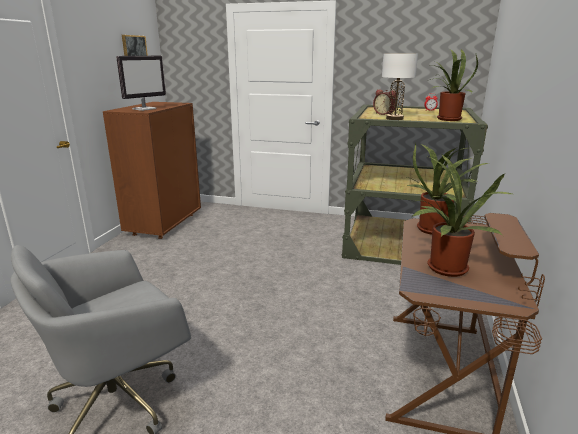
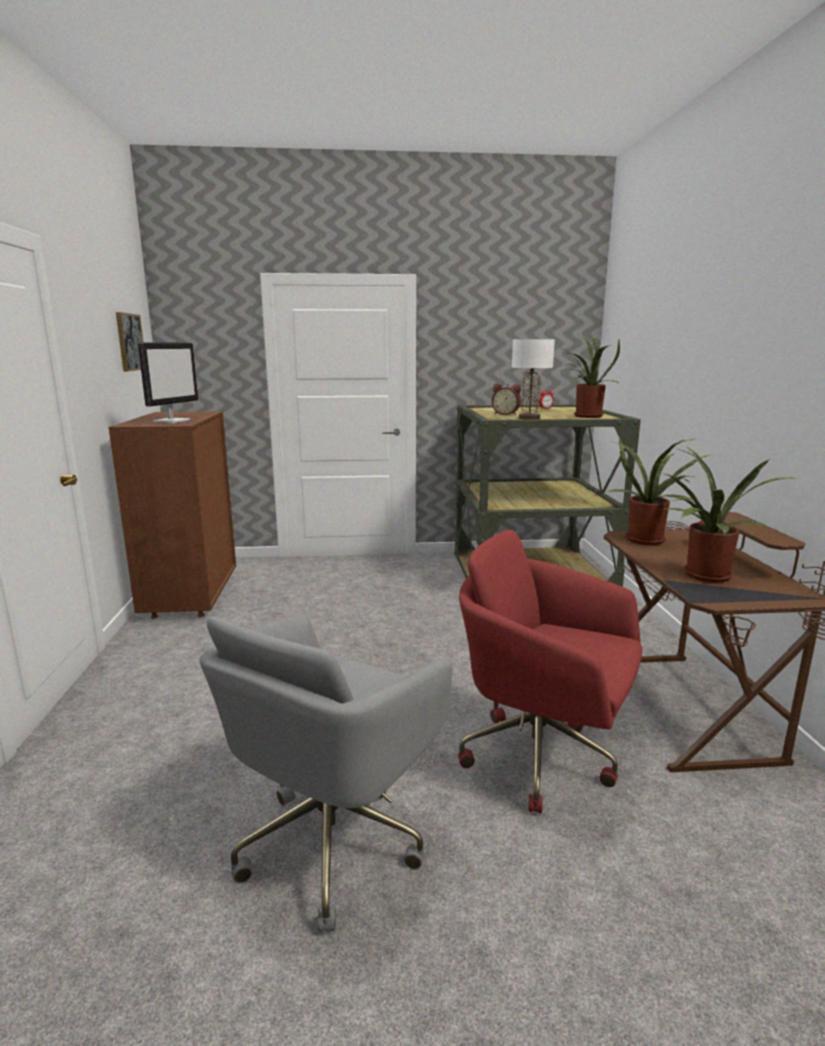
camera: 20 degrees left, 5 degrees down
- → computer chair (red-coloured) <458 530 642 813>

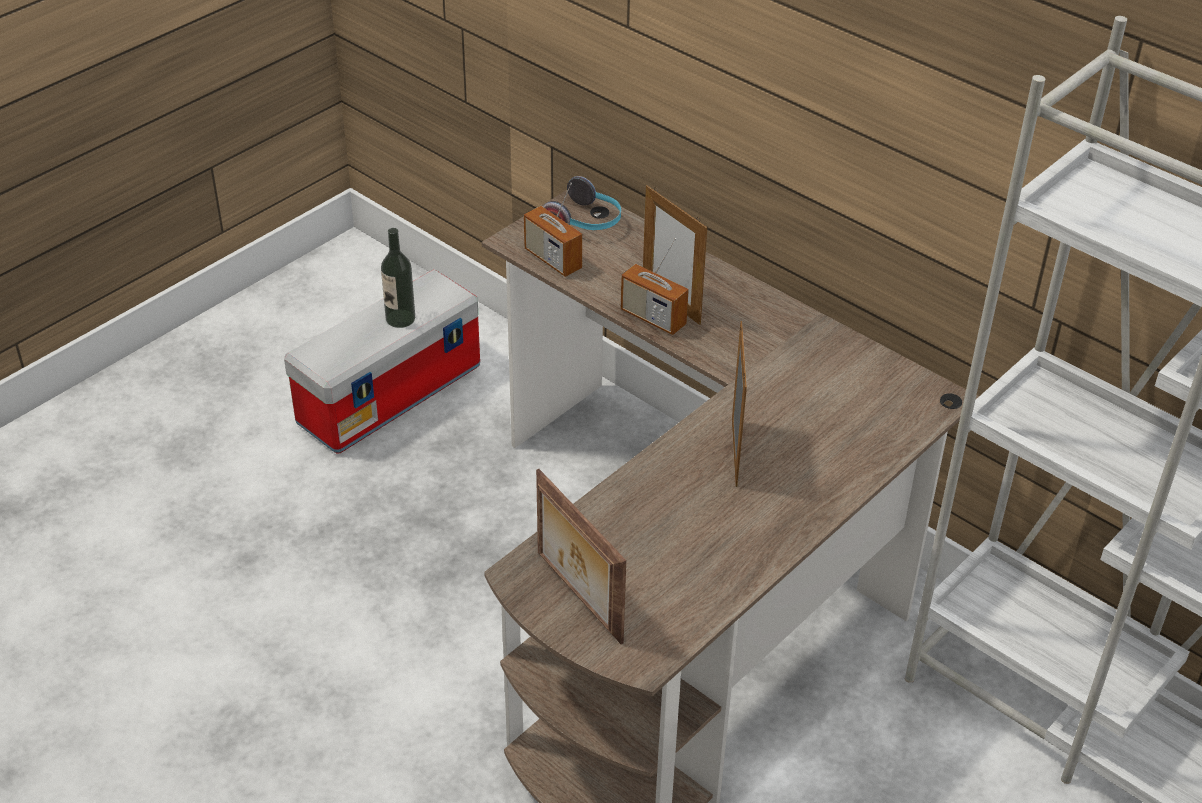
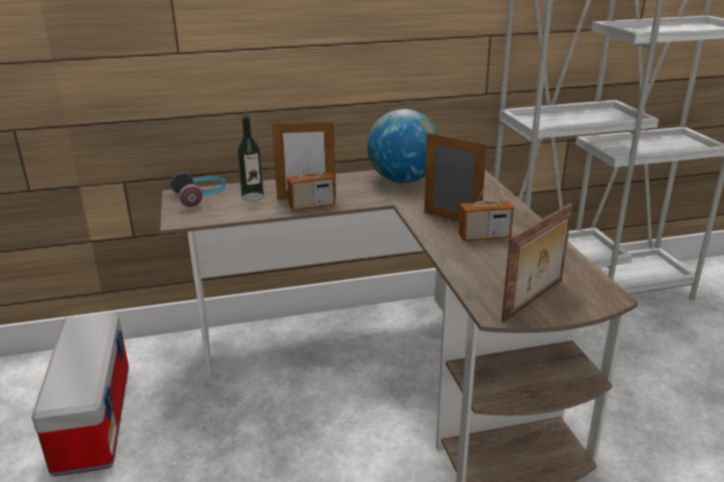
camera: 55 degrees left, 15 degrees down
beverage bottle <381 228 415 328> → beverage bottle <237 116 264 201>, moved
- → globe <367 109 439 183>
radio receiver <524 183 582 277> → radio receiver <459 165 514 241>, moved
standing frame <536 469 626 644> → standing frame <501 203 573 322>, 45 degrees counterclockwise

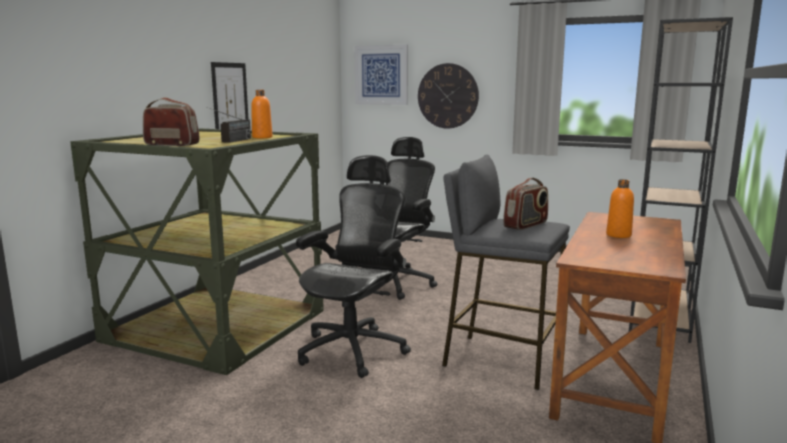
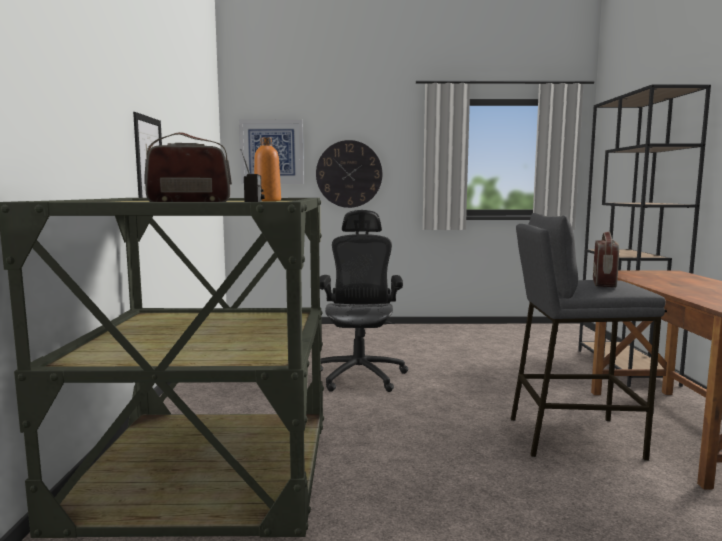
camera: 25 degrees left, 5 degrees down
computer chair <296 155 411 378> → -
beverage bottle (orange) <606 179 634 238> → -

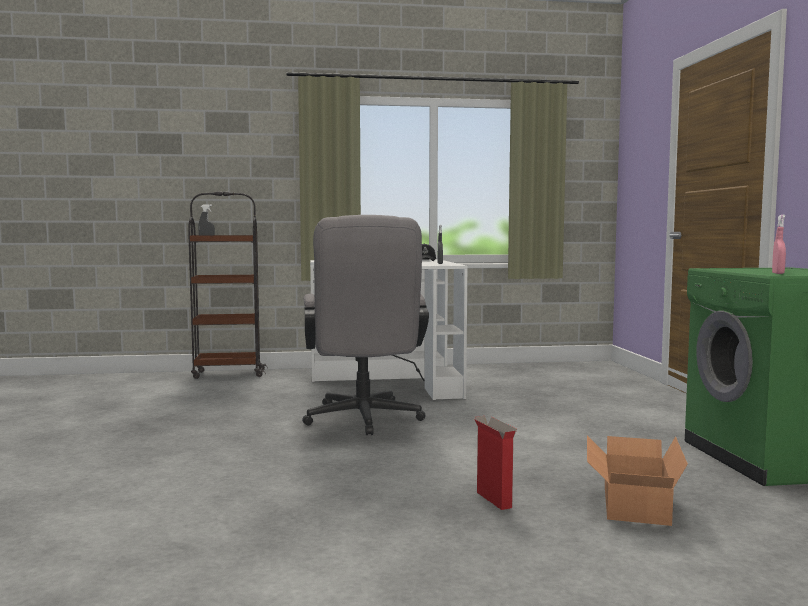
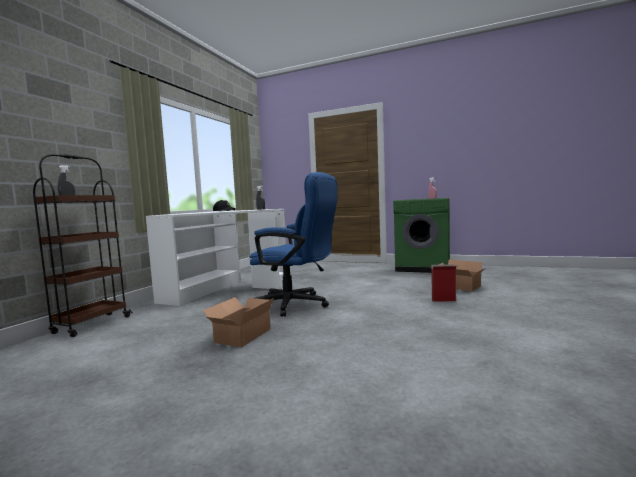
camera: 60 degrees left, 0 degrees up
- → packing box <203 297 274 348>
computer chair (grey) <302 215 429 435> → computer chair (blue) <249 172 337 317>

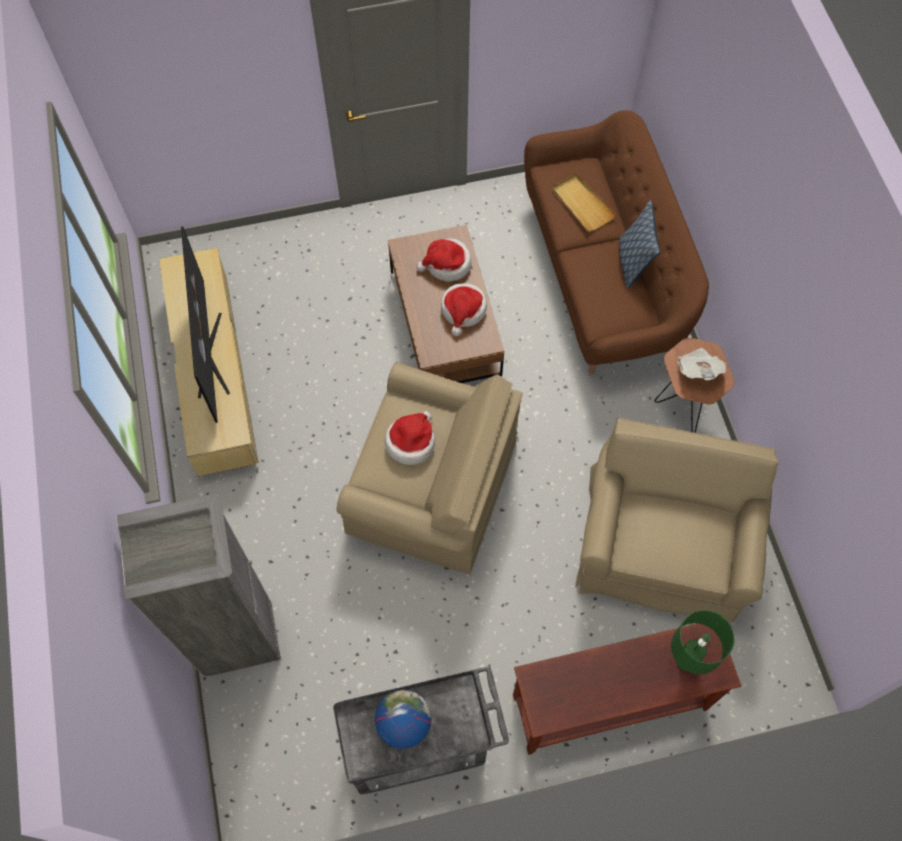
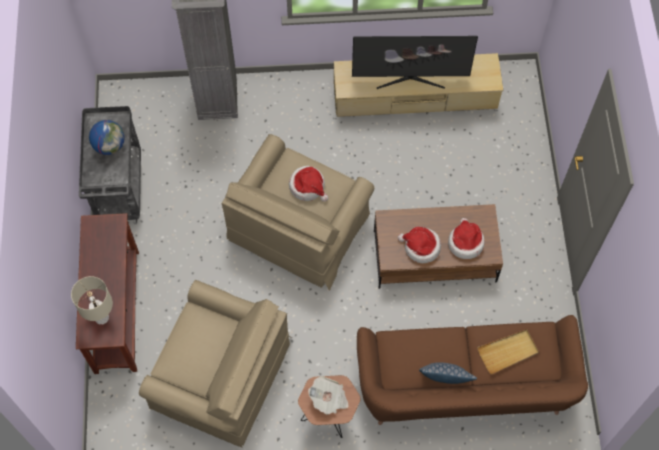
camera: 100 degrees right, 0 degrees up
table lamp (green-coloured) <671 610 735 674> → table lamp (beige) <71 276 113 324>

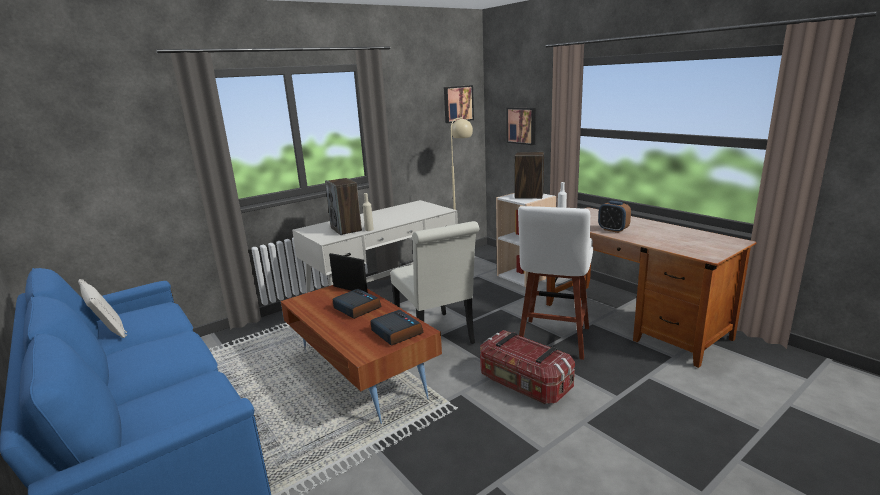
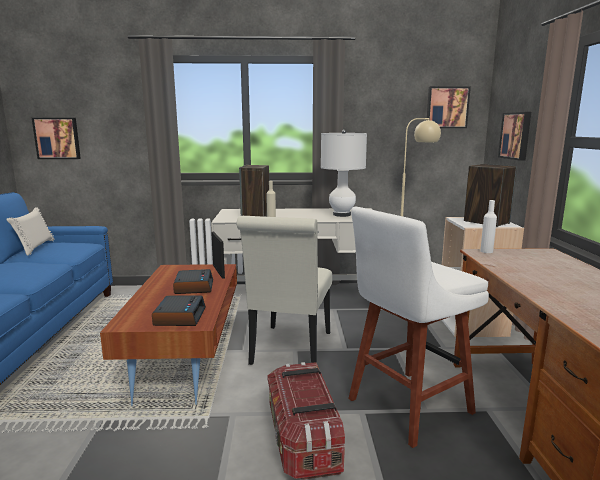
camera: 35 degrees right, 5 degrees down
- → wall picture <32 118 81 159>
- → table lamp (white-coloured) <321 130 367 217>
alarm clock <598 201 631 233> → -

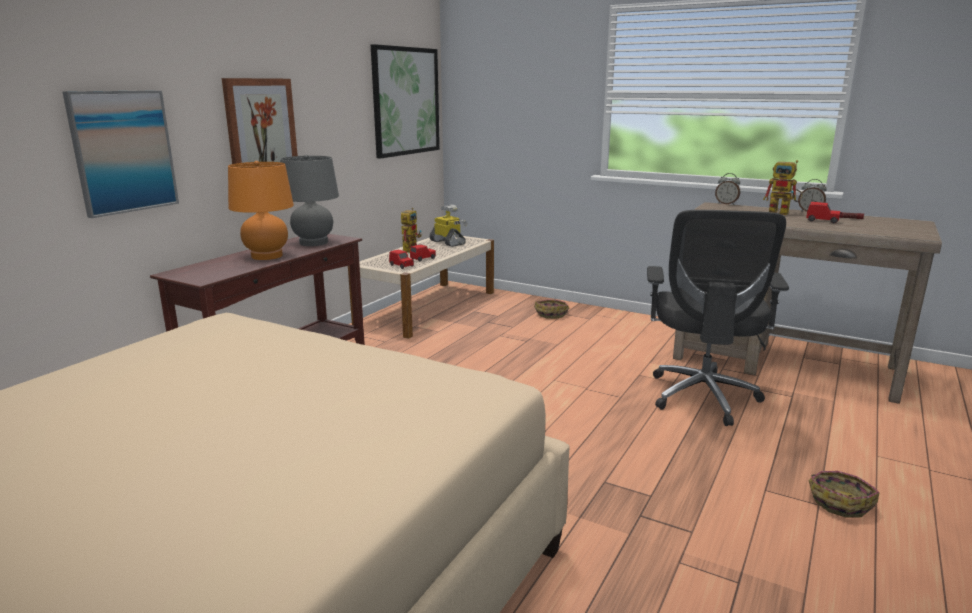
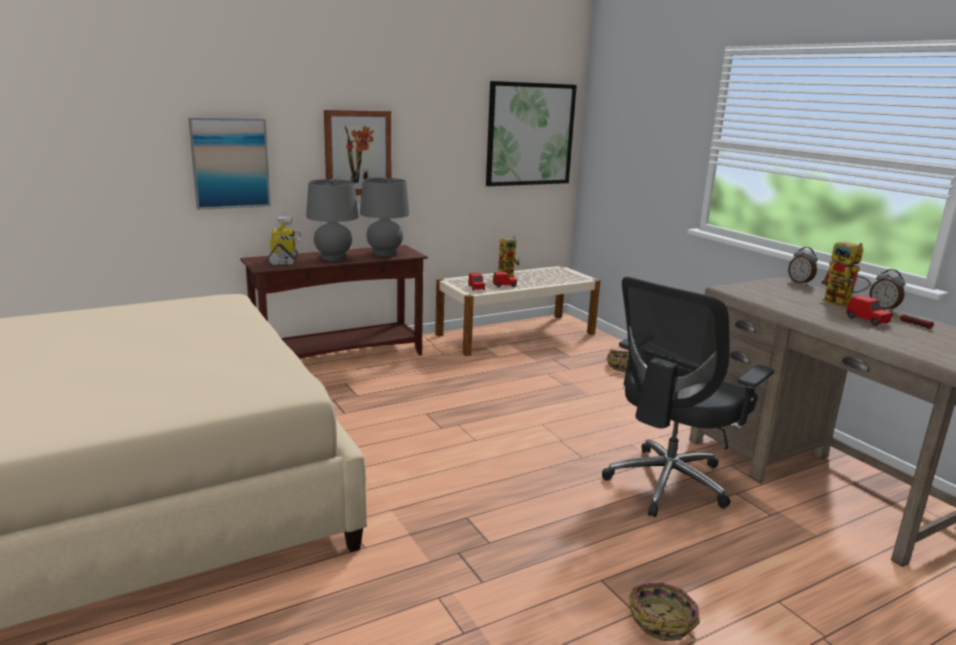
camera: 30 degrees right, 0 degrees up
toy robot <429 204 467 247> → toy robot <268 215 302 266>, moved
table lamp (orange) <228 161 294 260> → table lamp (grey) <306 179 359 261>

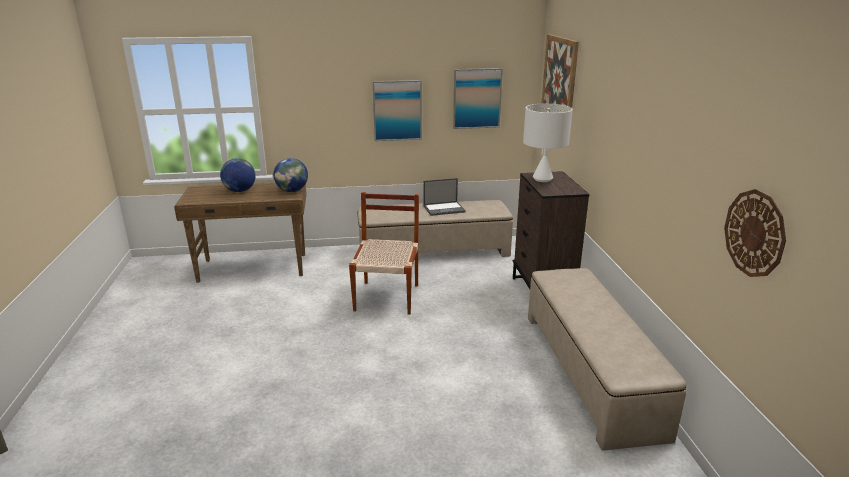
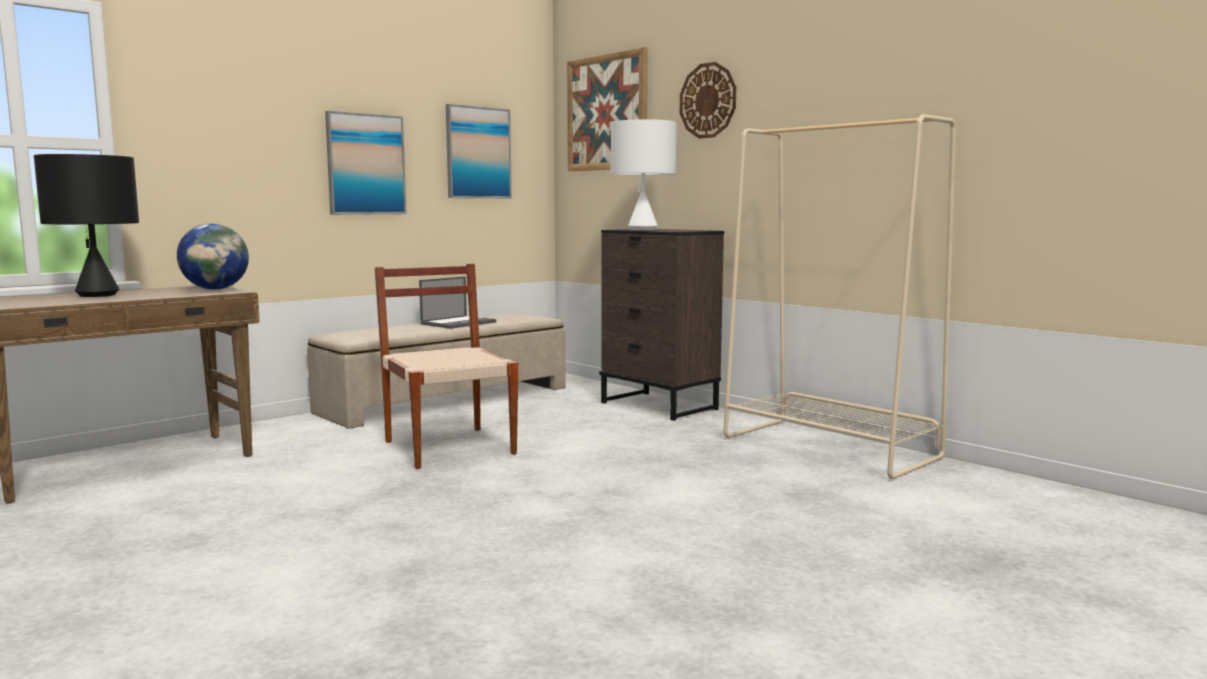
camera: 35 degrees left, 15 degrees down
globe <220 158 256 192> → table lamp (black-coloured) <34 154 139 297>
clock on the wall <724 189 786 277> → clock on the wall <680 62 736 139>, moved
indoor bench (beige) <528 268 687 451> → garment stand (beige) <723 114 956 479>

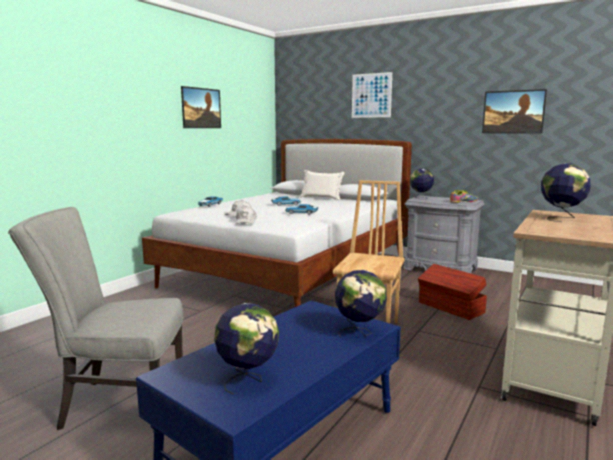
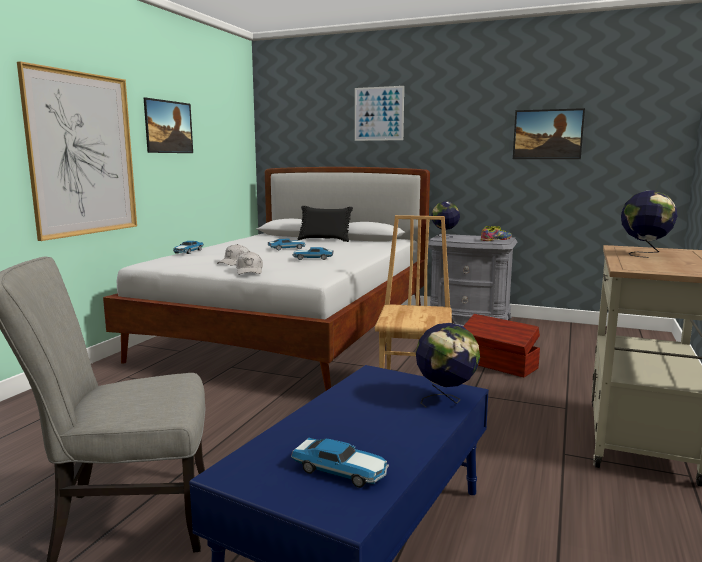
camera: 10 degrees left, 0 degrees up
- → wall picture <17 61 137 241>
globe <214 303 279 394> → miniature car <291 438 389 488>
cushion (white-coloured) <300 170 344 201> → cushion (black-coloured) <298 206 353 242>

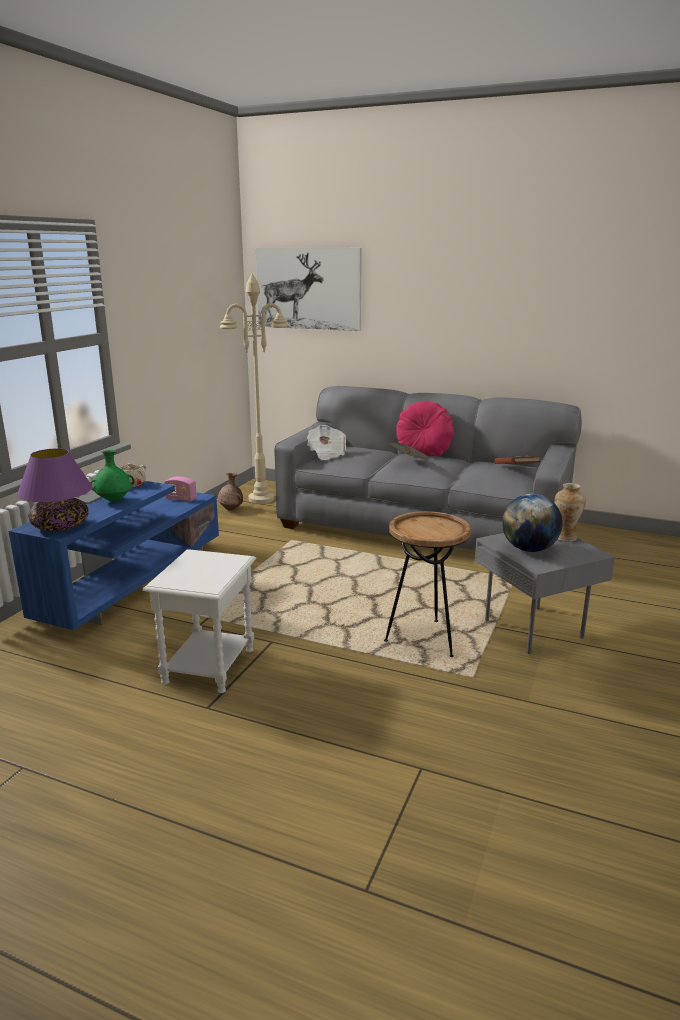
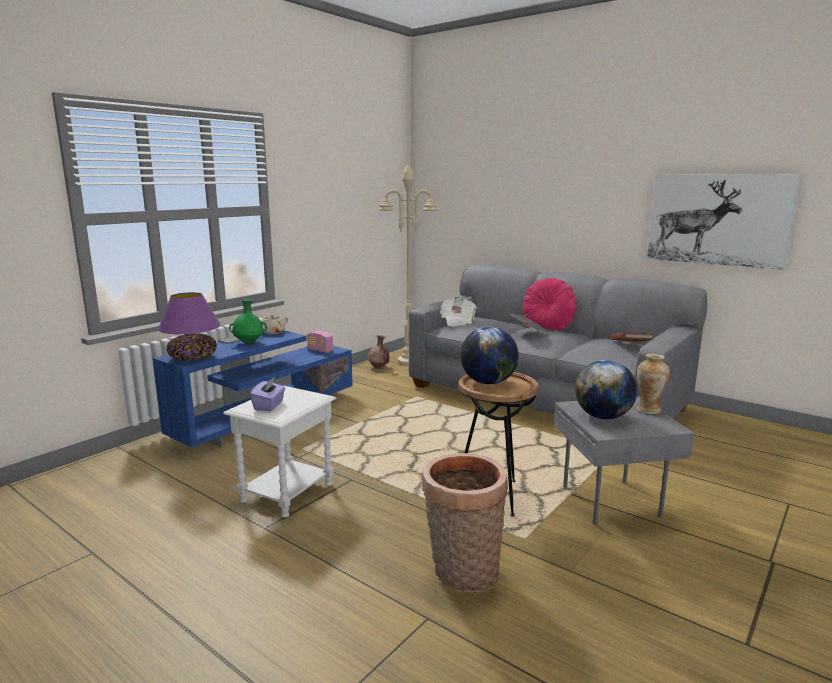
camera: 15 degrees right, 5 degrees down
- → tissue holder (purple) <250 377 285 411>
- → storage basket <422 453 508 593>
- → globe <460 326 519 384>
wall picture <256 248 362 331> → wall picture <647 174 802 270>, moved

